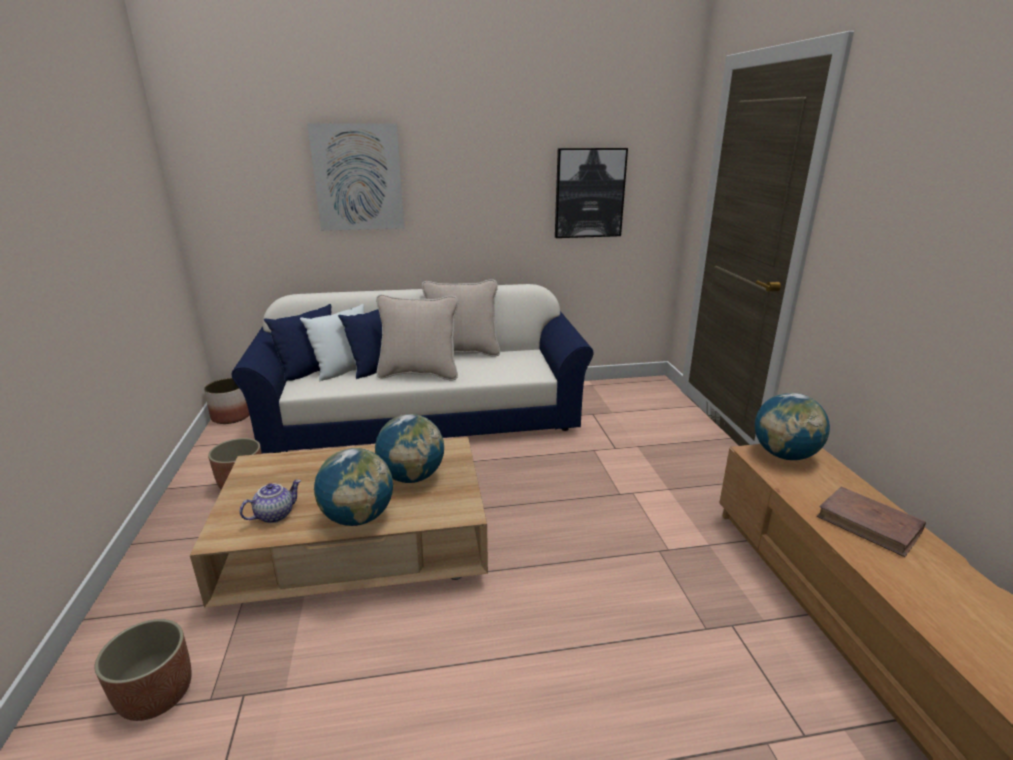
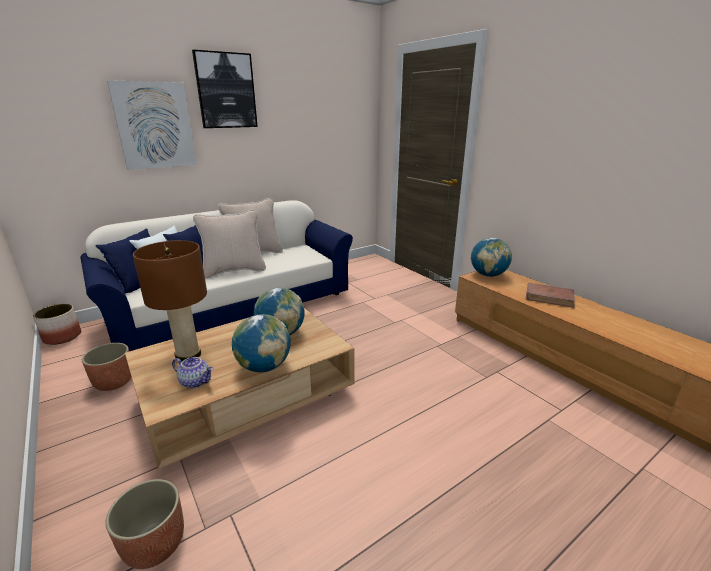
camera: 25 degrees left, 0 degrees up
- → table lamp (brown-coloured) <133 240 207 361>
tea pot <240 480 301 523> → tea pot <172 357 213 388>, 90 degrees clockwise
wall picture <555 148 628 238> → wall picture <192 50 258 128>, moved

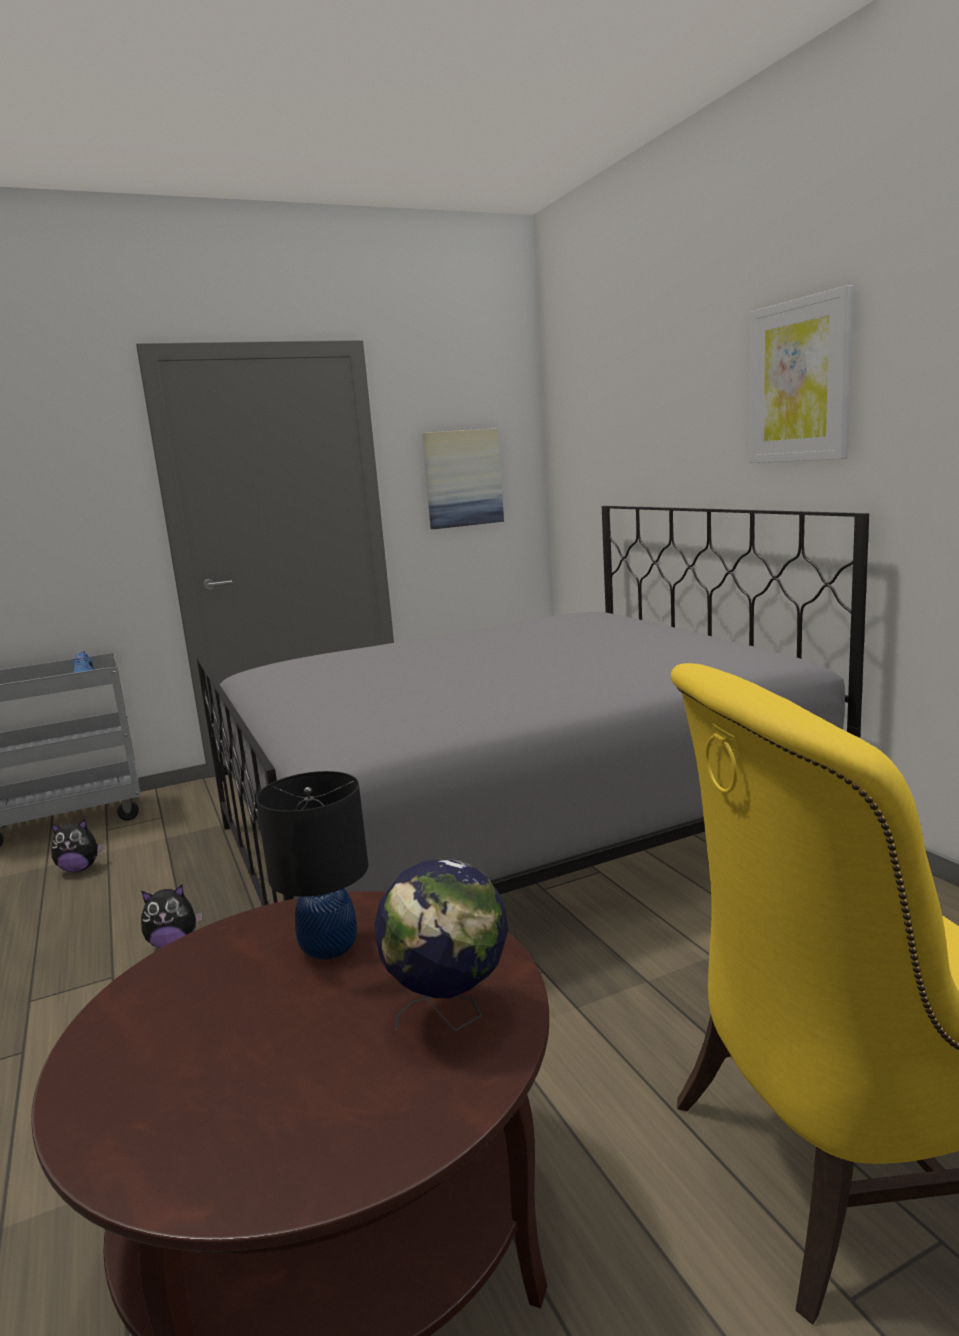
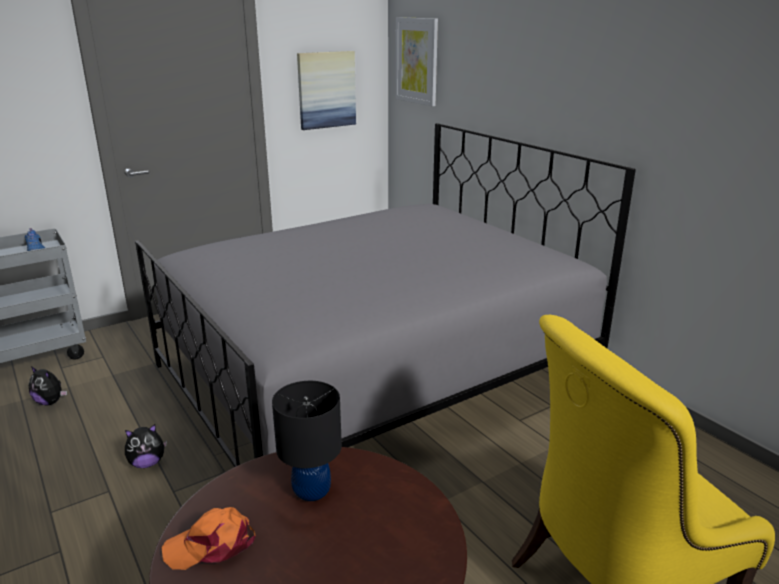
camera: 10 degrees left, 10 degrees up
plush toy <51 819 105 872> → plush toy <29 366 67 405>, 45 degrees clockwise
- → cap (orange) <162 507 256 570>
wall picture <749 285 853 463> → wall picture <395 17 438 106>, moved
globe <374 859 508 1031> → -

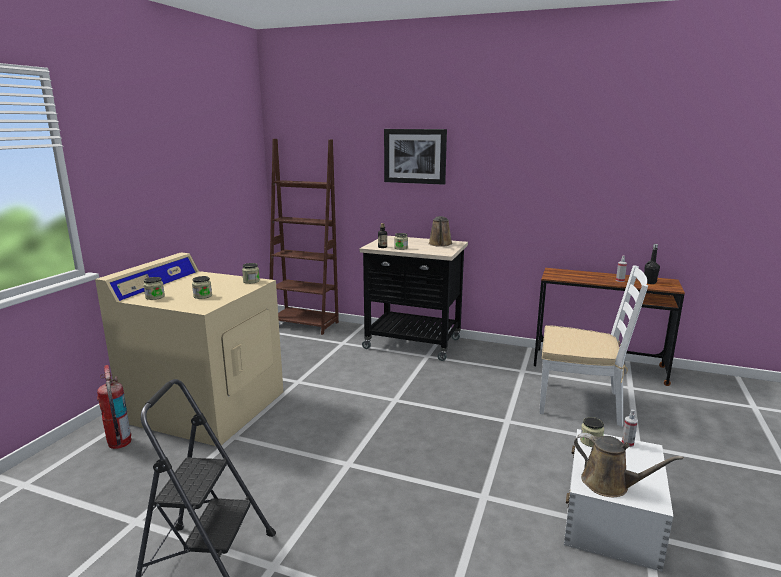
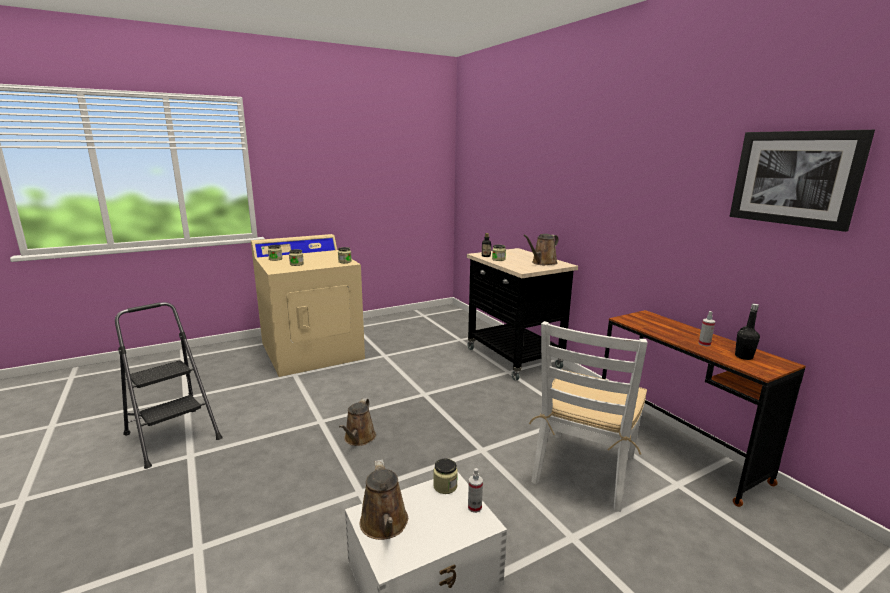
camera: 40 degrees right, 0 degrees up
- → sprinkling can (brown-coloured) <339 398 376 446>
chair (white-coloured) <539 265 648 427> → chair (white-coloured) <529 321 648 512>, 60 degrees clockwise
wall picture <384 129 447 185> → wall picture <730 130 875 232>, moved
extinguisher <97 365 132 449> → -
shelving unit (brown-coloured) <270 139 339 335> → -

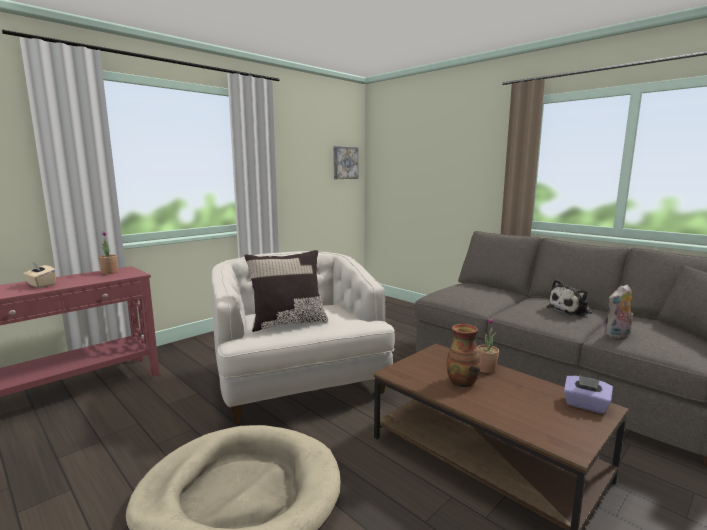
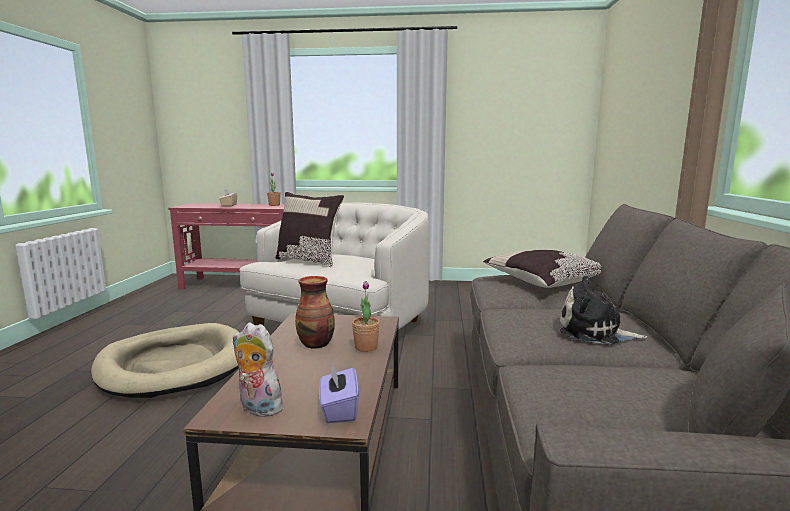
camera: 50 degrees right, 0 degrees up
plush toy <604 285 633 338> → plush toy <233 323 283 417>, moved
- → cushion <483 250 601 288>
wall picture <333 146 359 179> → -

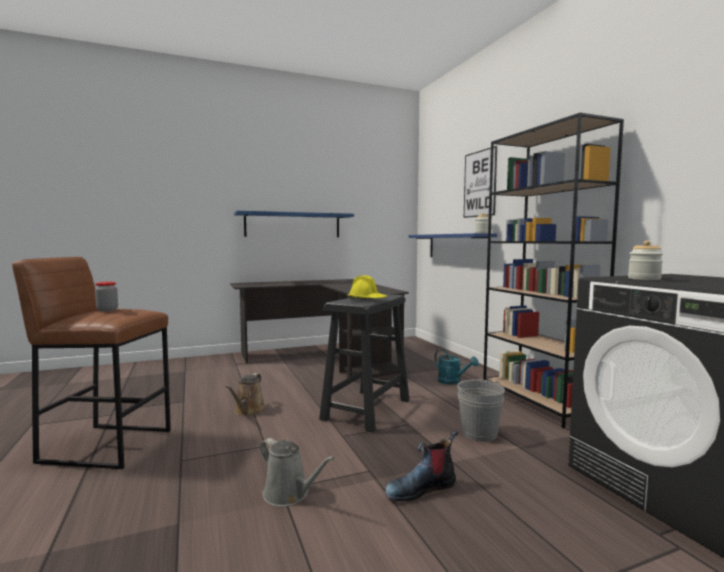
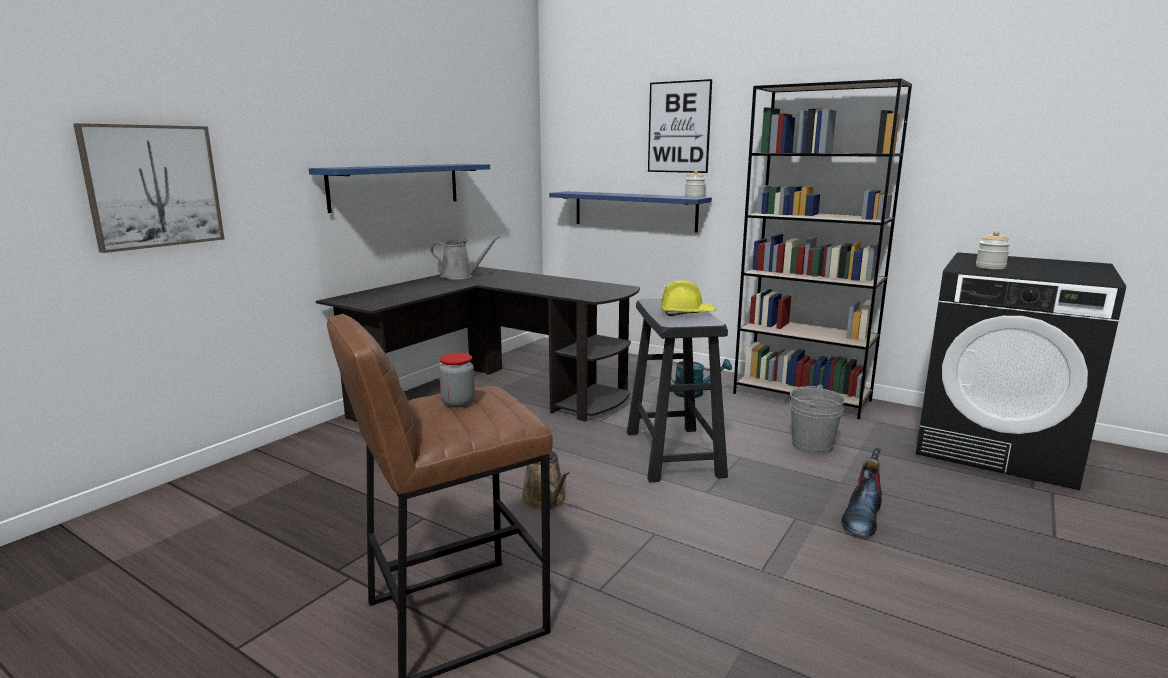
camera: 35 degrees left, 10 degrees up
- → wall picture <73 123 224 253>
sprinkling can (grey) <260 438 334 507> → sprinkling can (grey) <431 236 500 279>, moved

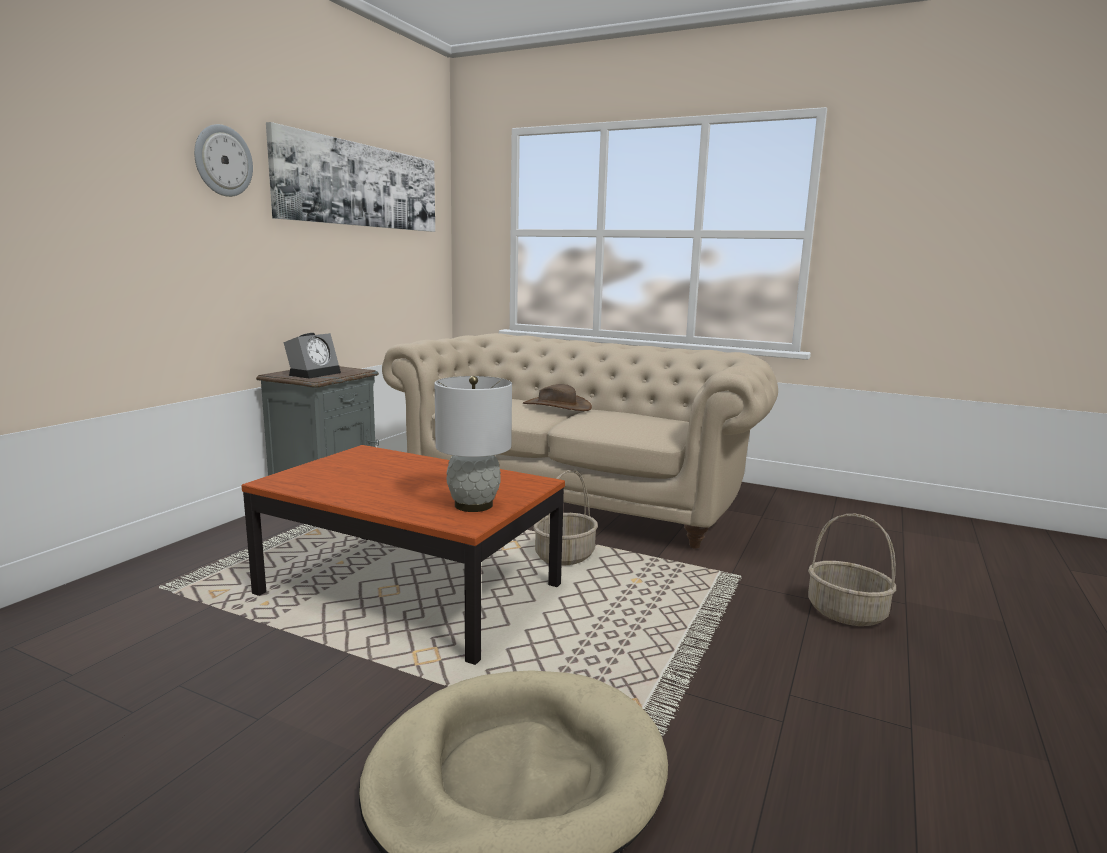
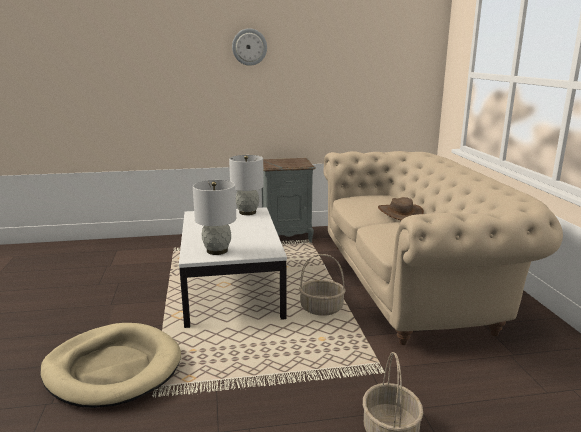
camera: 55 degrees right, 5 degrees up
low table (brown-coloured) <241 445 565 665> → low table (white-coloured) <179 207 287 328>
- → table lamp (white-coloured) <229 155 264 215>
wall picture <266 122 435 232> → -
alarm clock <283 333 341 378> → -

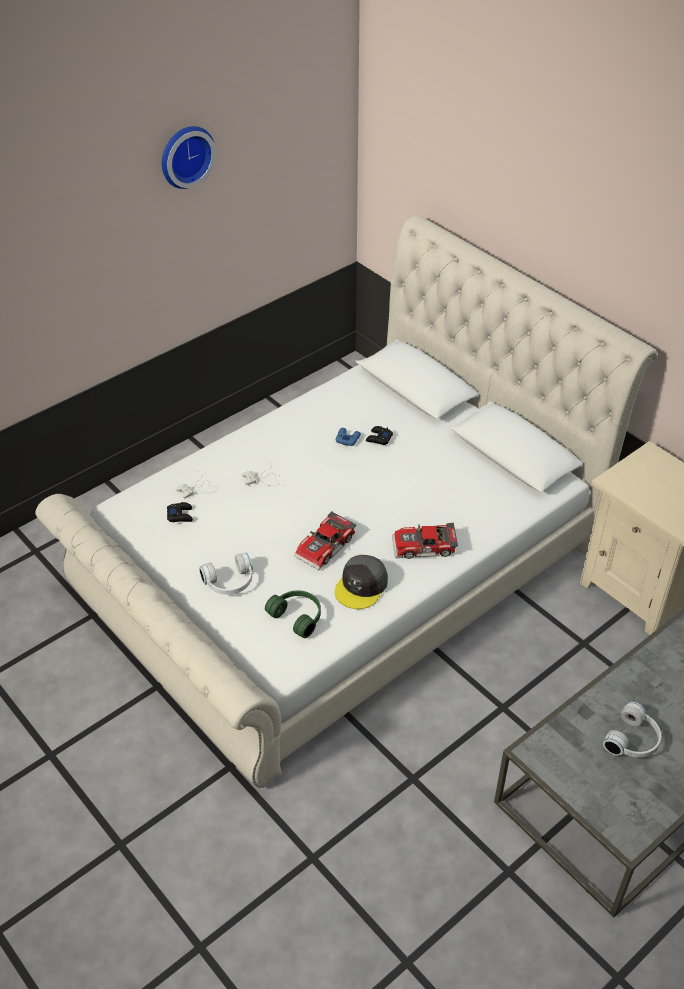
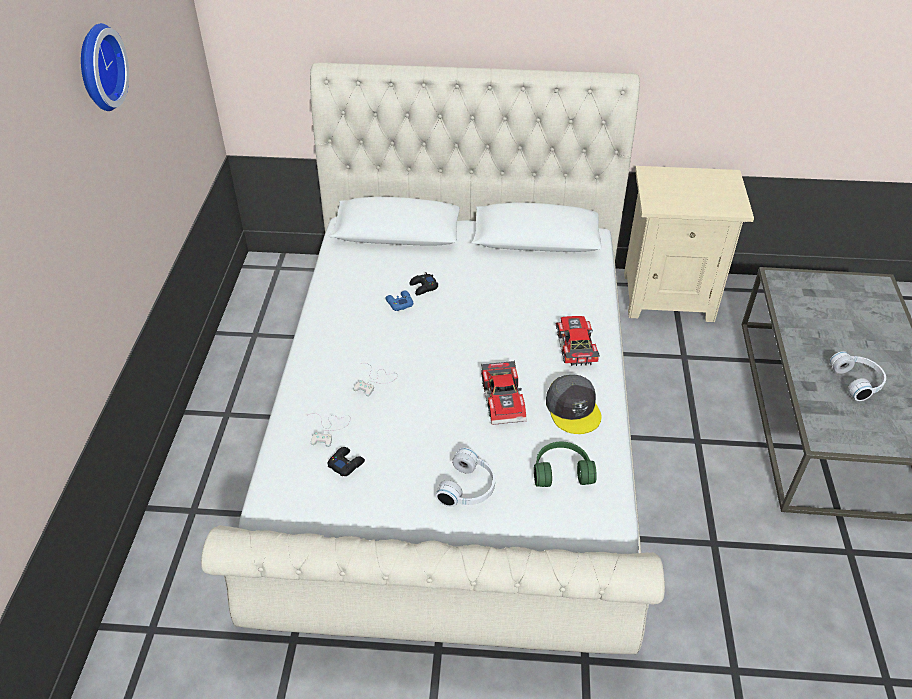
camera: 45 degrees left, 0 degrees up
miniature car <392 523 458 559> → miniature car <556 316 600 366>, 135 degrees clockwise

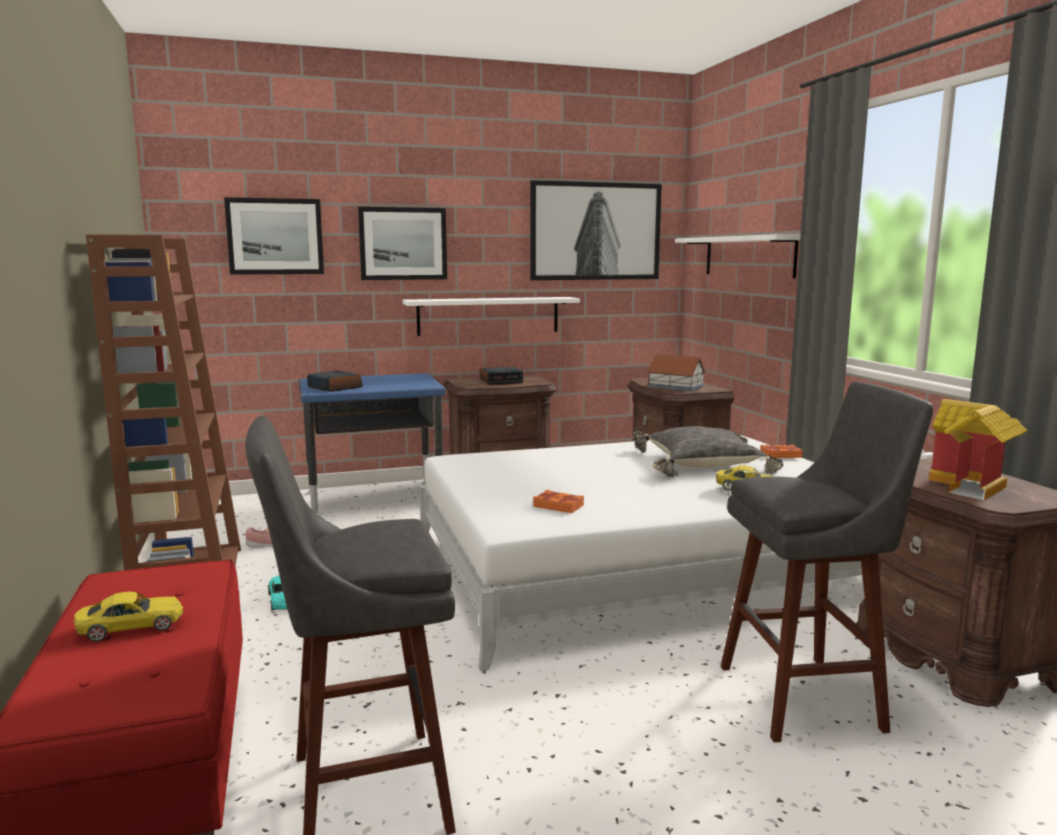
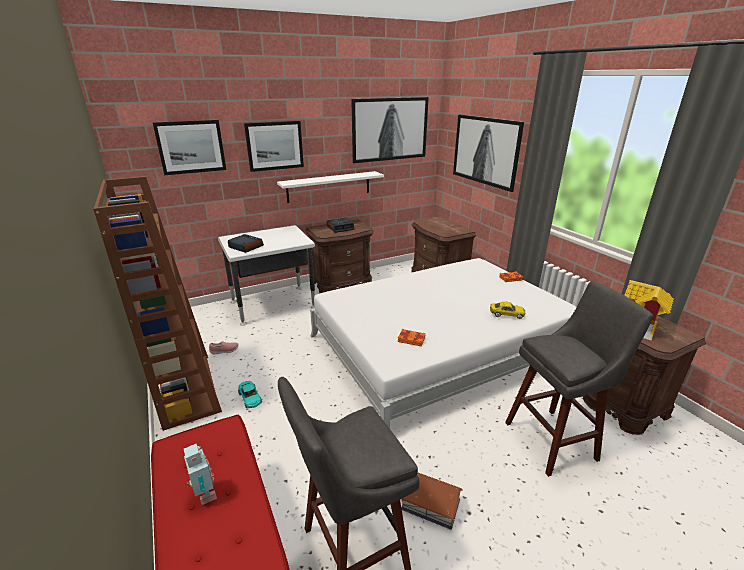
camera: 10 degrees left, 15 degrees up
miniature car (yellowish) <74 591 183 642> → toy robot <184 444 217 505>
desk unit (blue) <299 373 446 517> → desk unit (white-coloured) <218 225 315 326>
toy house <647 354 705 391> → toy house <401 473 463 530>, moved
shelf (white-coloured) <675 234 801 278> → wall picture <453 115 524 192>
cushion <633 426 783 478> → -

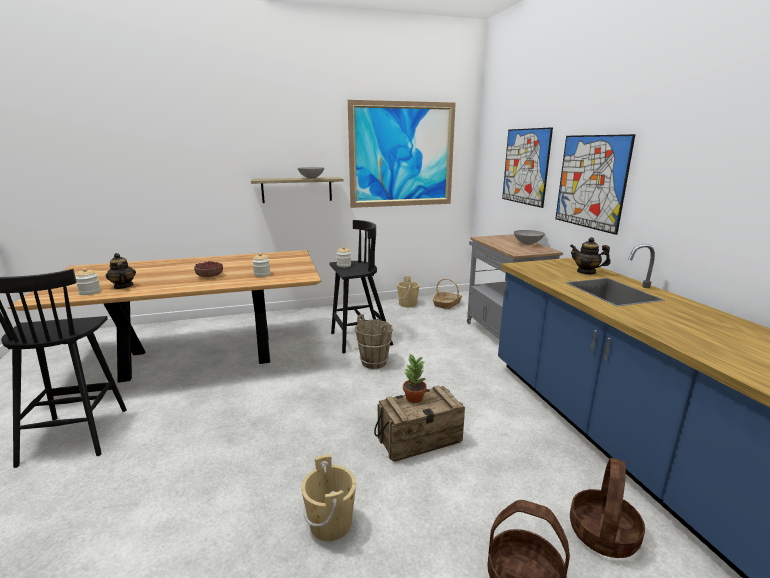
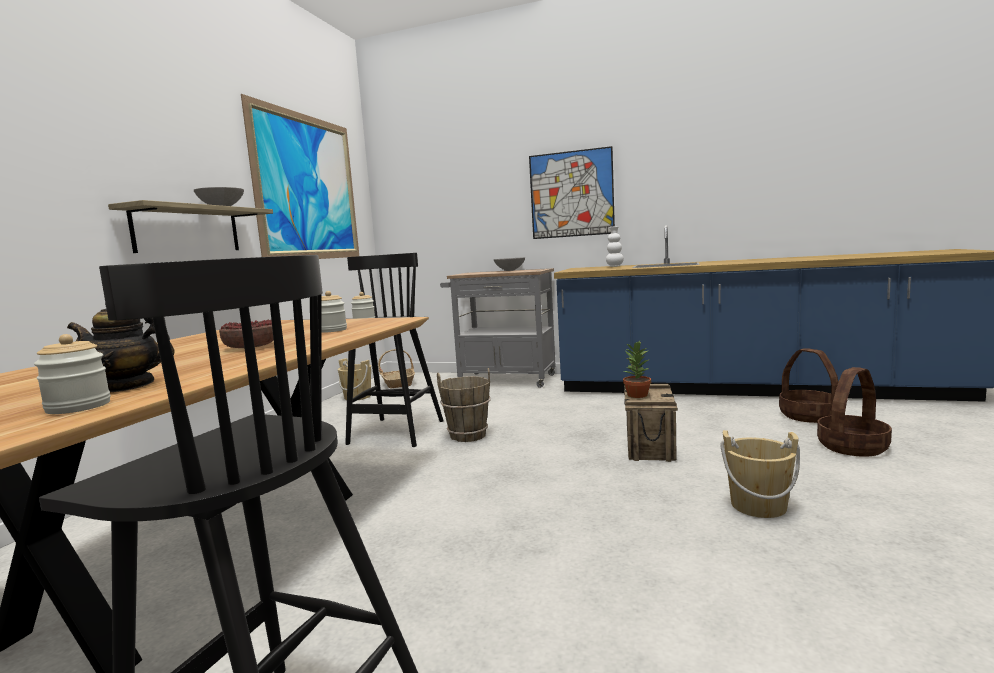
camera: 55 degrees left, 10 degrees down
tea pot <570 237 611 275> → decorative vase (white-coloured) <606 226 624 267>
wall picture <502 127 553 208> → -

